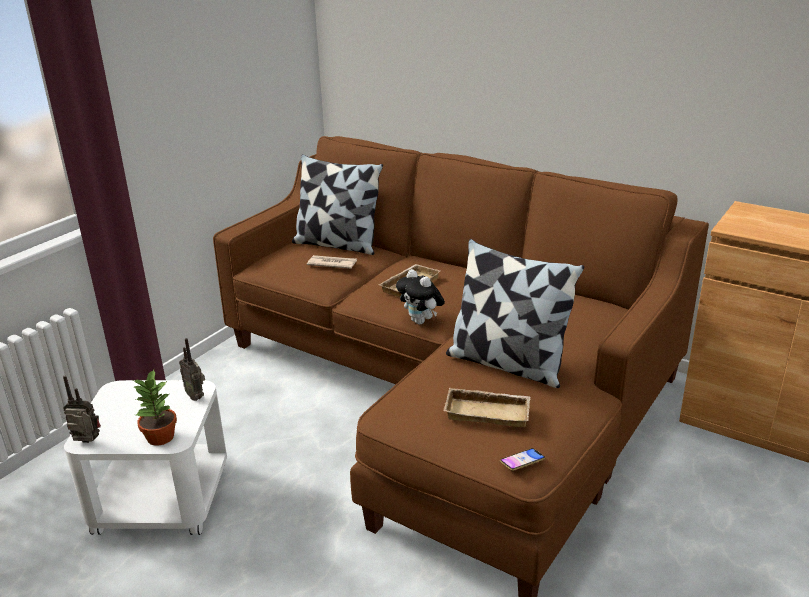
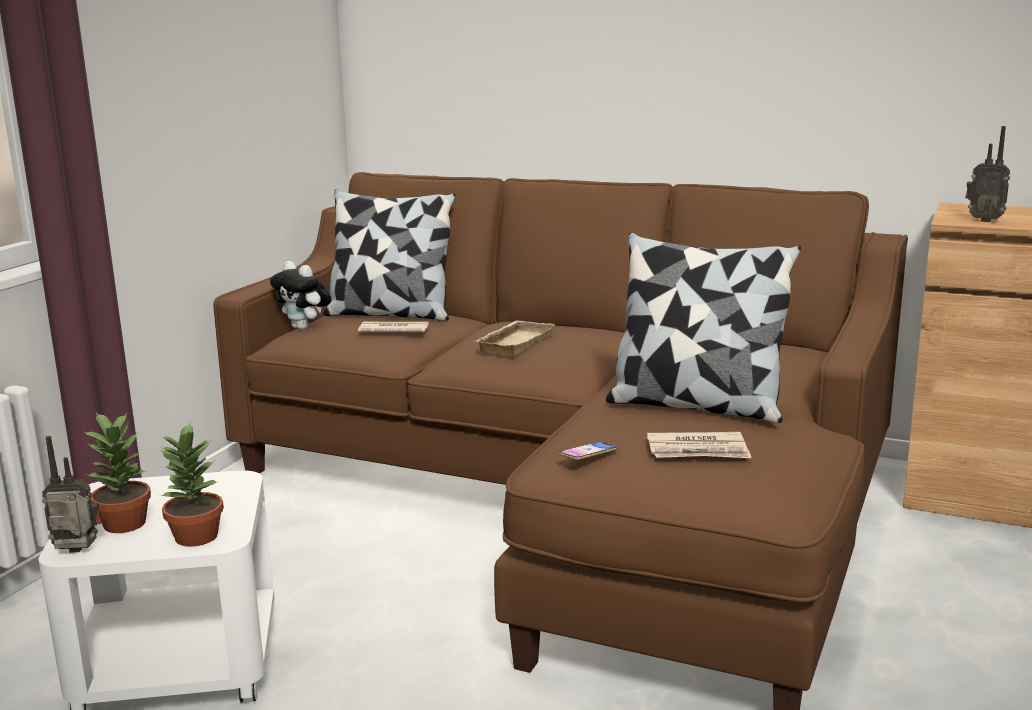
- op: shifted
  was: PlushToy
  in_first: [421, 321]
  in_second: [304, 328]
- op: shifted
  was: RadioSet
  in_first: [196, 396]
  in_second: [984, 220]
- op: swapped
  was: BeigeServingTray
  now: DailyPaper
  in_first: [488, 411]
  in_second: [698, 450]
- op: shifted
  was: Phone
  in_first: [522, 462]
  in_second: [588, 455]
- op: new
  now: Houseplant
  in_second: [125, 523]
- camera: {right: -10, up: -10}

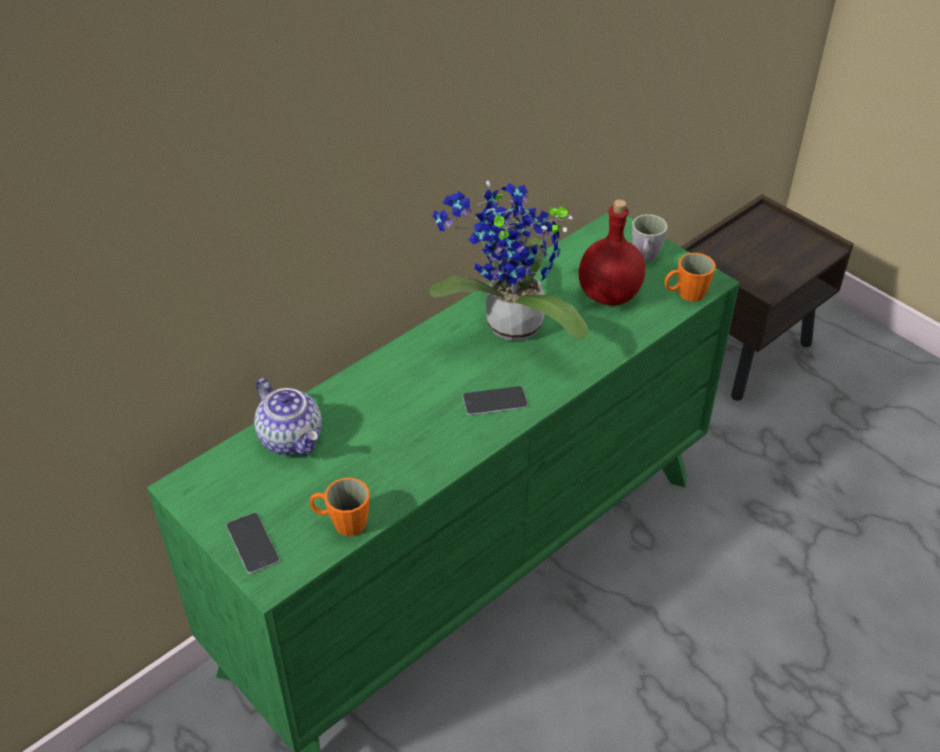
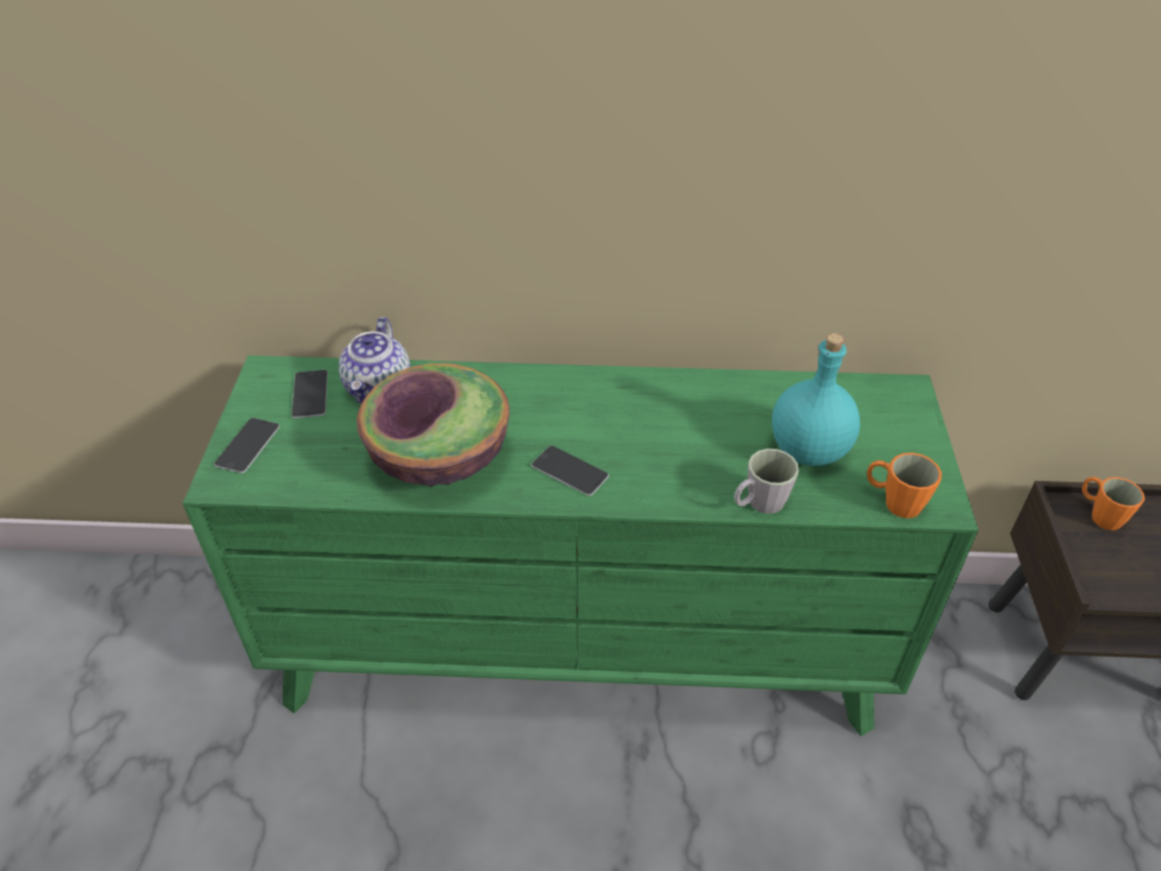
- op: gone
  was: Houseplant
  in_first: [509, 329]
- op: repainted
  was: RedColouredBottle
  now: BlueGreenBottle
  in_first: [610, 295]
  in_second: [809, 451]
- op: shifted
  was: GrayCoffeeMug
  in_first: [644, 257]
  in_second: [759, 504]
- op: shifted
  was: OrangeyCoffeeMug
  in_first: [342, 522]
  in_second: [1099, 514]
- op: new
  now: Bowl
  in_second: [440, 457]
- op: new
  now: Phone
  in_second: [310, 394]
- camera: {right: 45, up: 0}

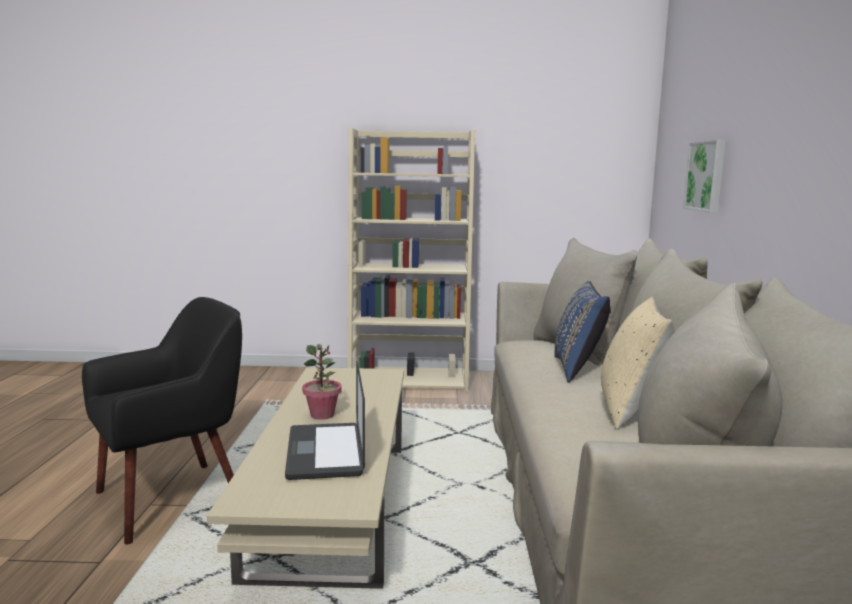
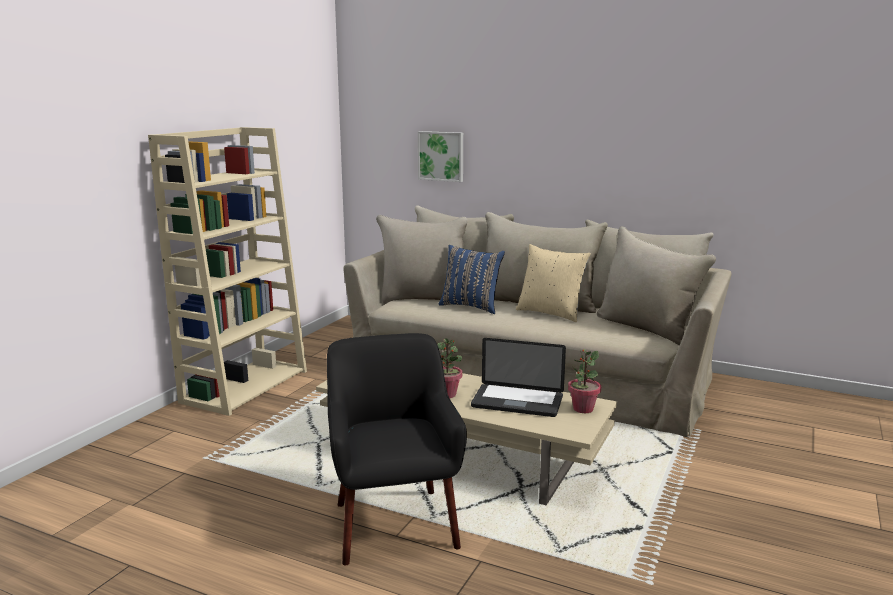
- op: new
  now: Houseplant
  in_second: [583, 409]
- camera: {right: -65, up: 5}

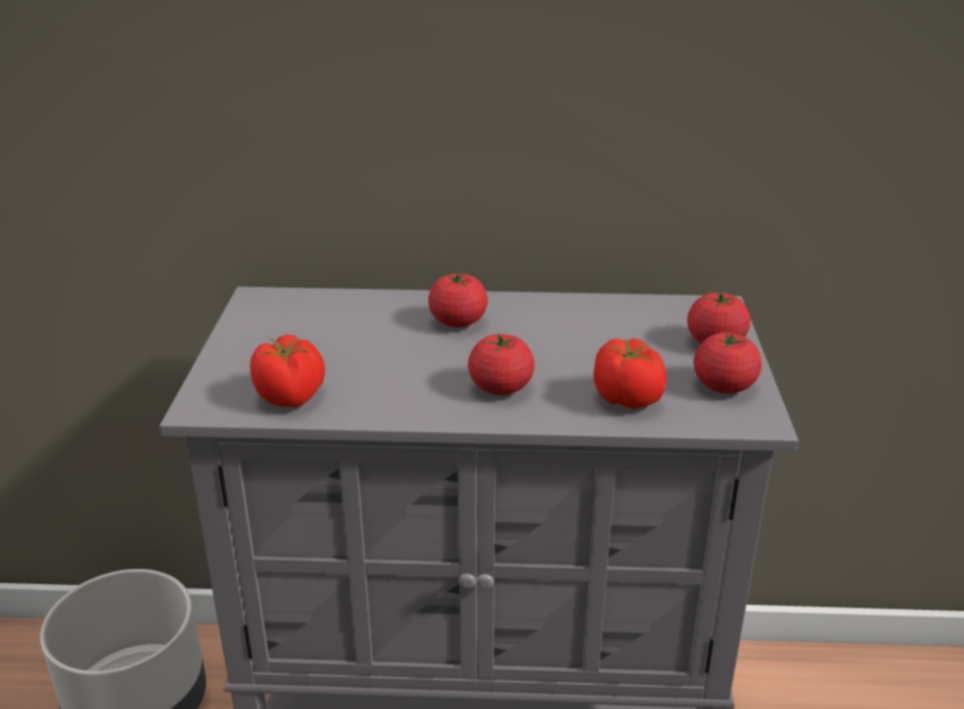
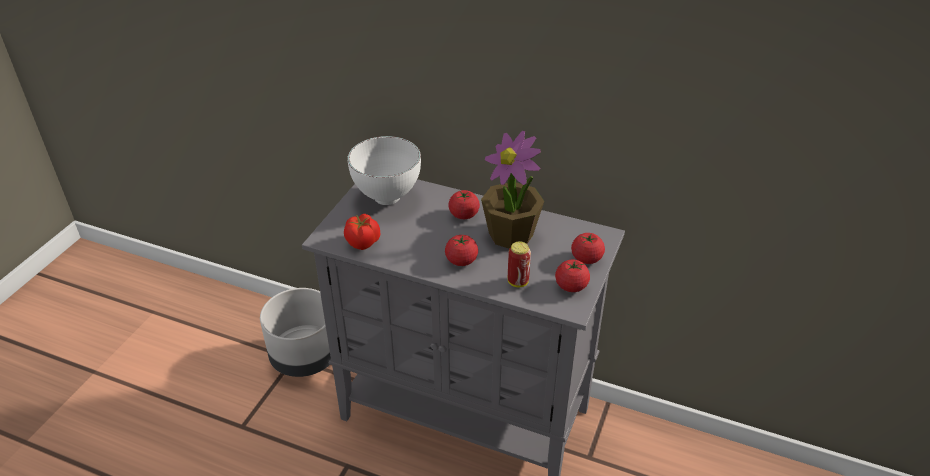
- op: swapped
  was: WholeTomato
  now: MetalCan
  in_first: [627, 399]
  in_second: [518, 282]
- op: new
  now: Houseplant
  in_second: [511, 235]
- op: new
  now: WhiteColouredBowl
  in_second: [389, 198]
- camera: {right: 20, up: 10}

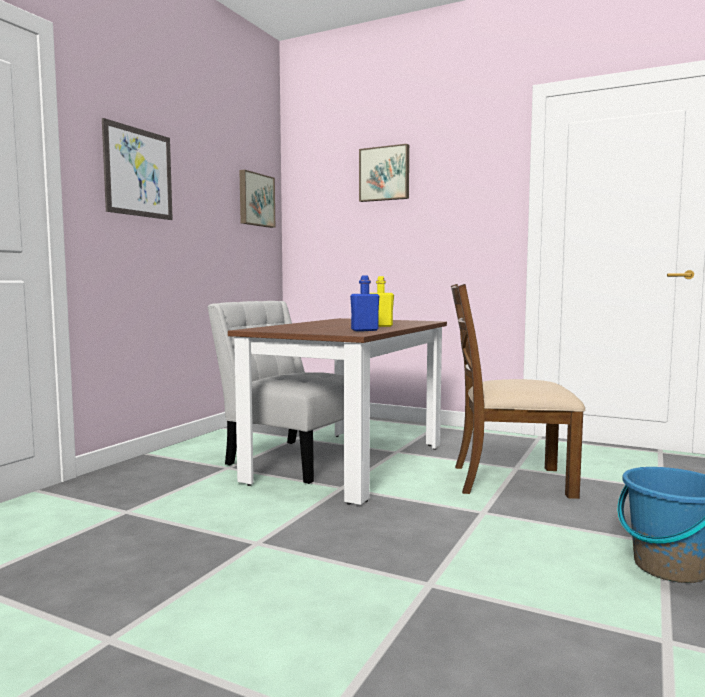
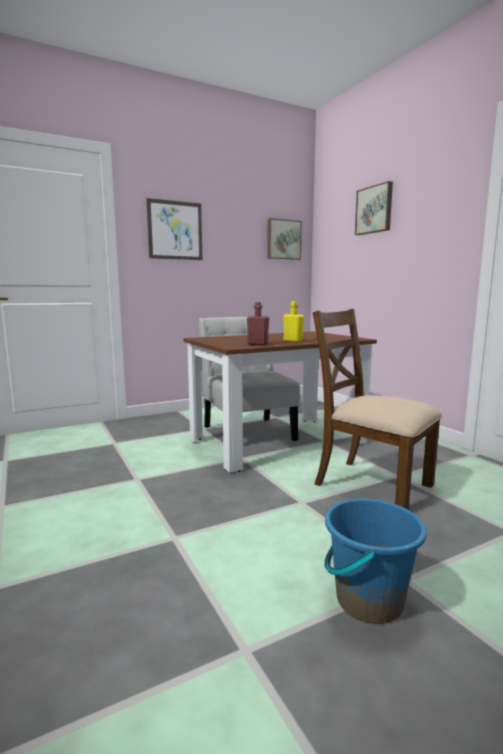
- op: repainted
  was: BlueBottle
  now: RedColouredBottle
  in_first: [364, 330]
  in_second: [258, 344]
- camera: {right: 35, up: 5}

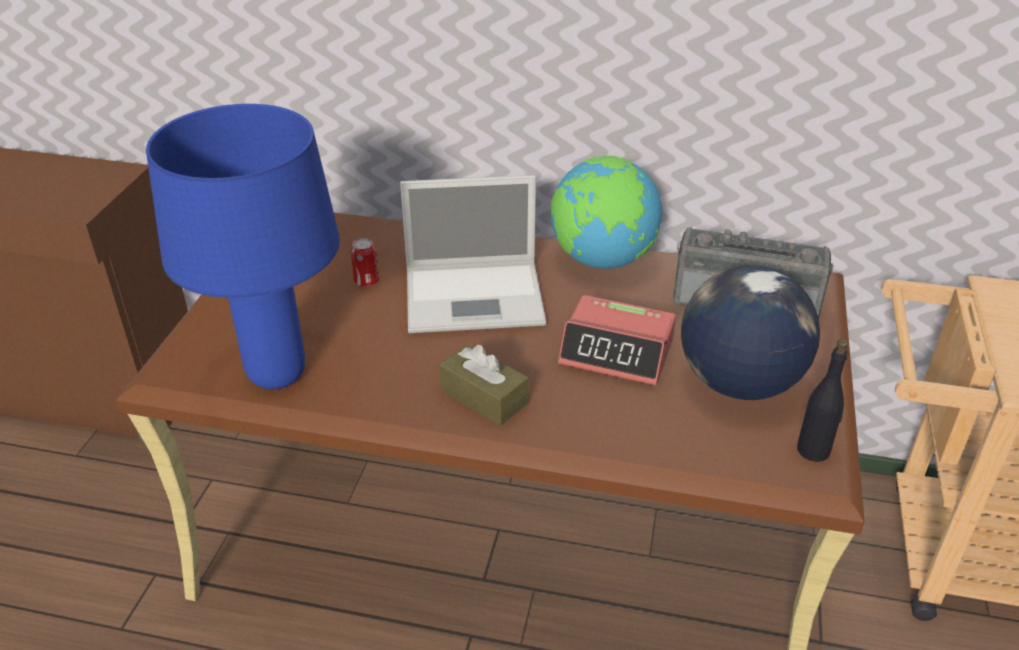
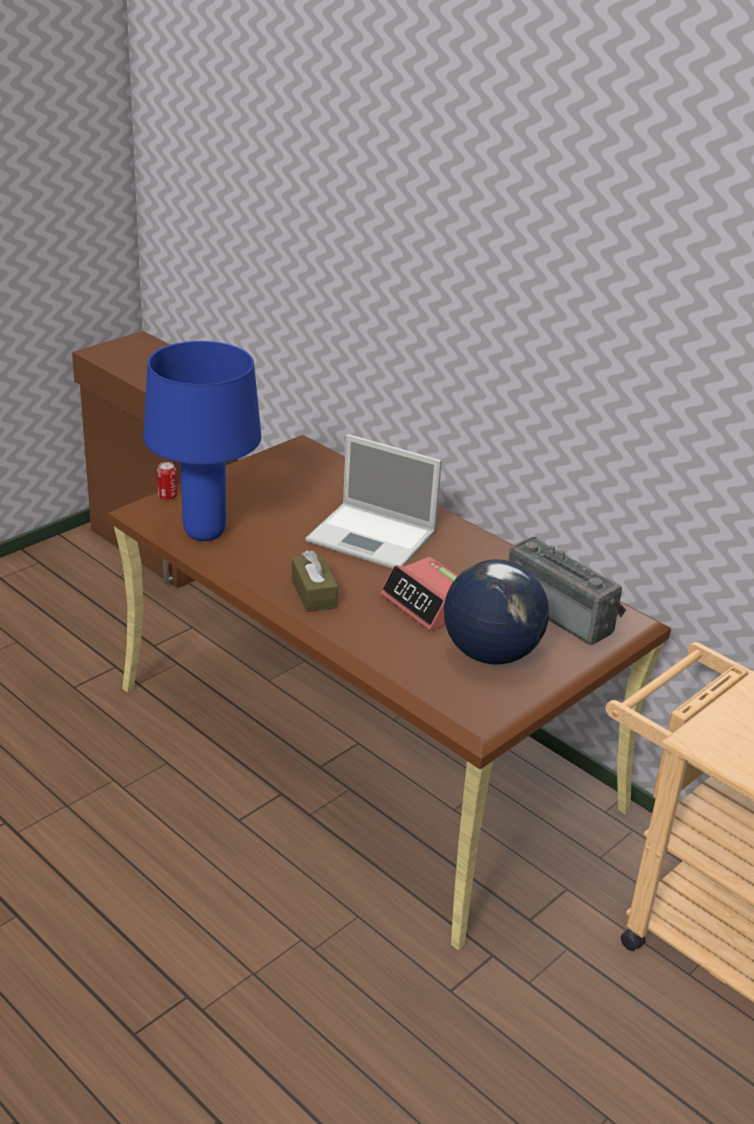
- op: gone
  was: WorldGlobe
  in_first: [602, 260]
- op: shifted
  was: MetalCan
  in_first: [366, 281]
  in_second: [167, 496]
- op: gone
  was: BlackColouredBottle
  in_first: [814, 450]
- camera: {right: 30, up: -5}

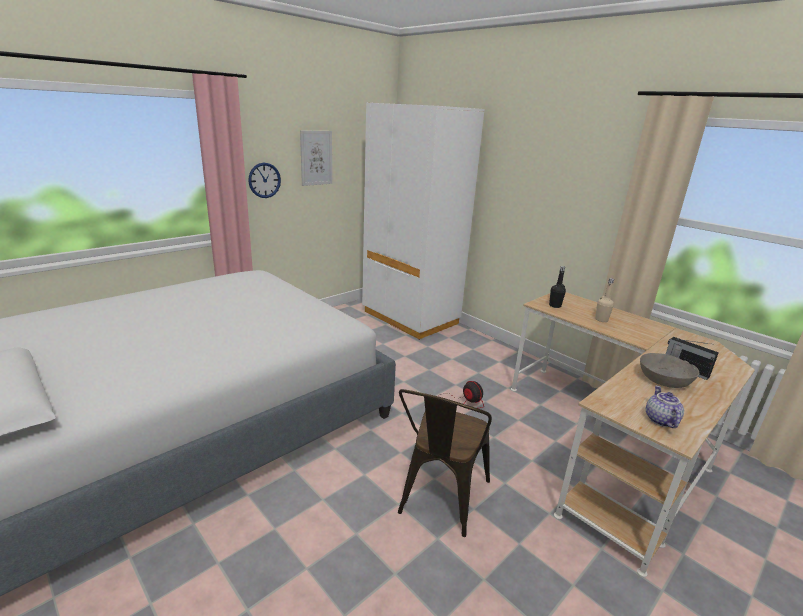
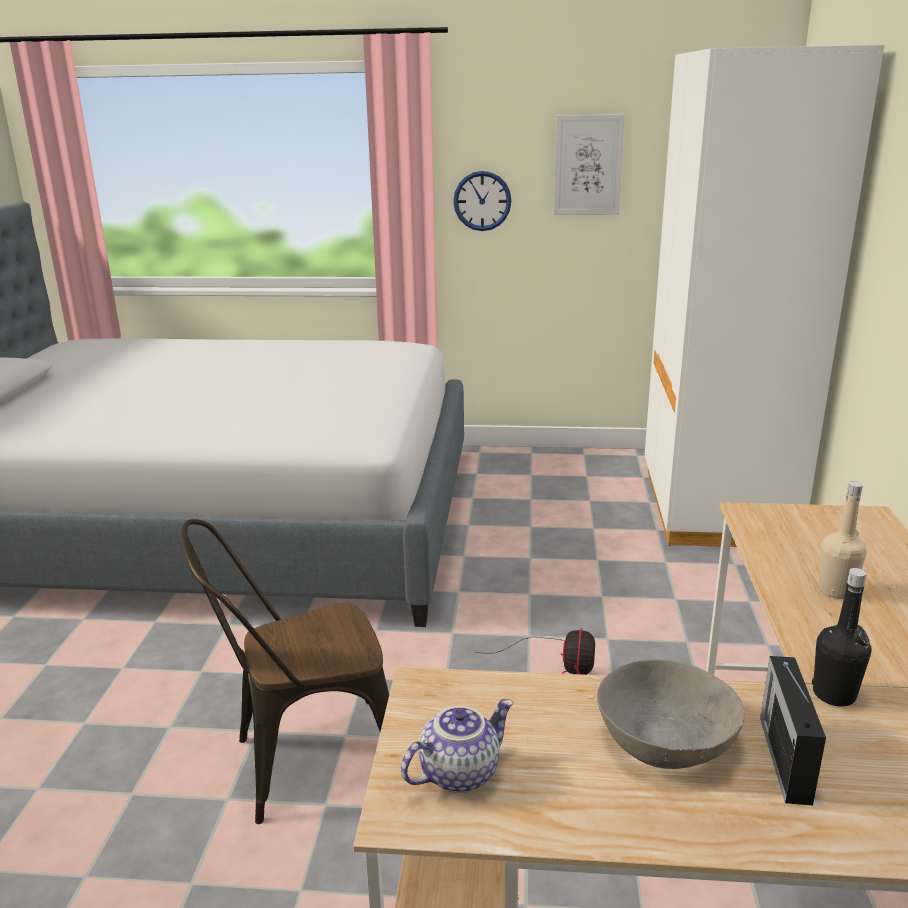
- op: shifted
  was: BlackColouredBottle
  in_first: [555, 306]
  in_second: [834, 694]
- camera: {right: 50, up: 0}

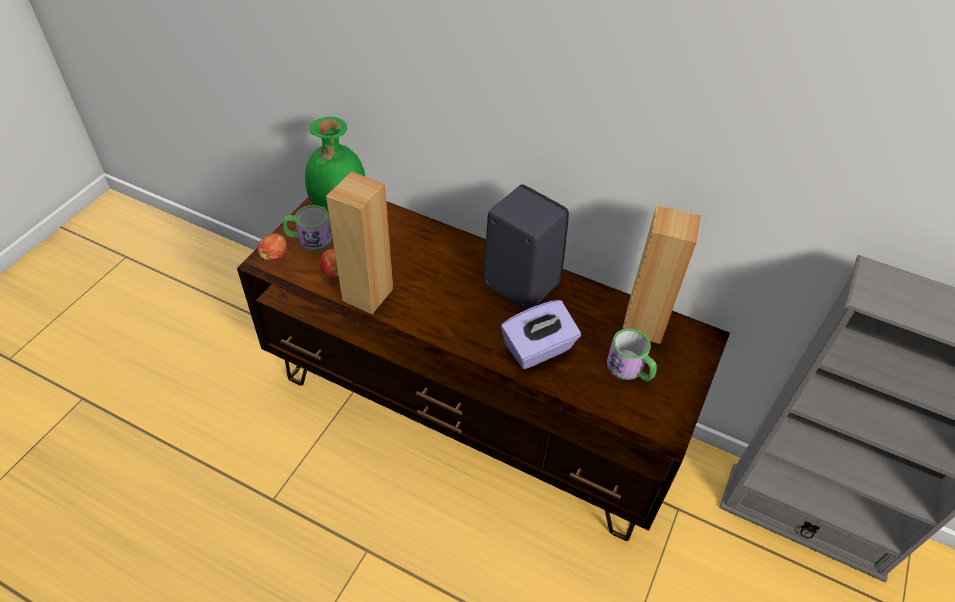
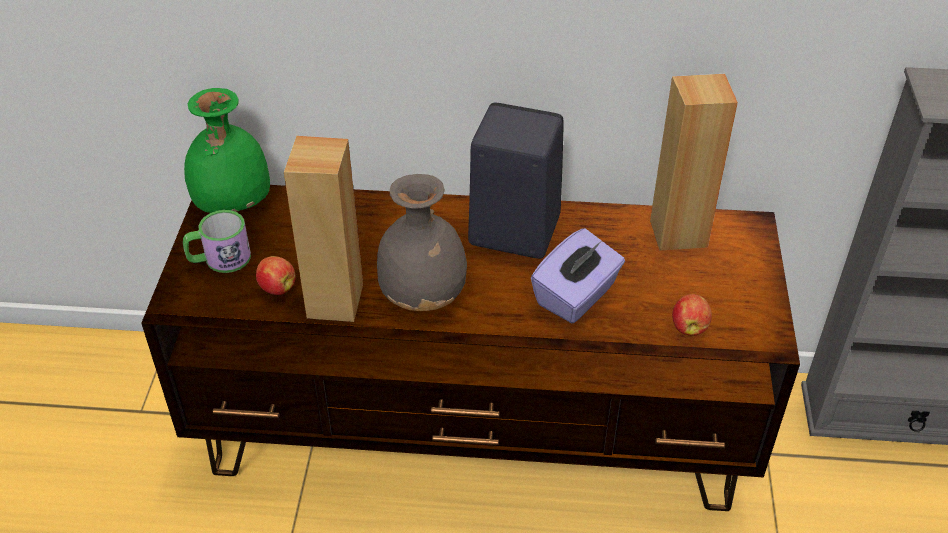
- op: shifted
  was: AppleFruit
  in_first: [275, 256]
  in_second: [689, 327]
- op: gone
  was: CoffeeMug
  in_first: [630, 369]
- op: new
  now: GrayDecorativeVase
  in_second: [425, 296]
- camera: {right: -20, up: -5}

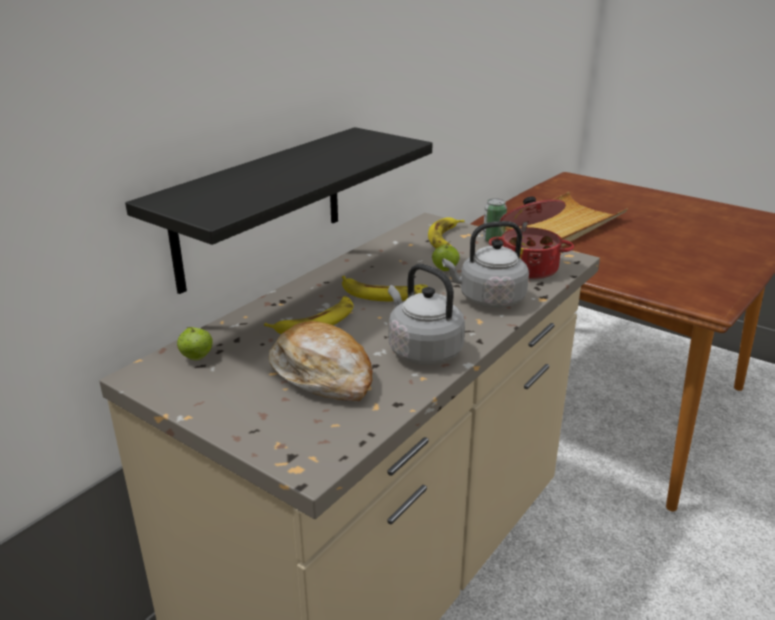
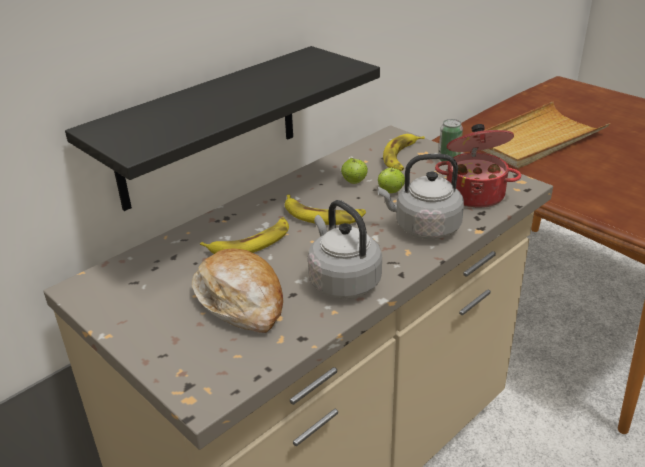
- op: shifted
  was: AppleFruit
  in_first: [197, 357]
  in_second: [354, 182]
- camera: {right: 10, up: 5}

